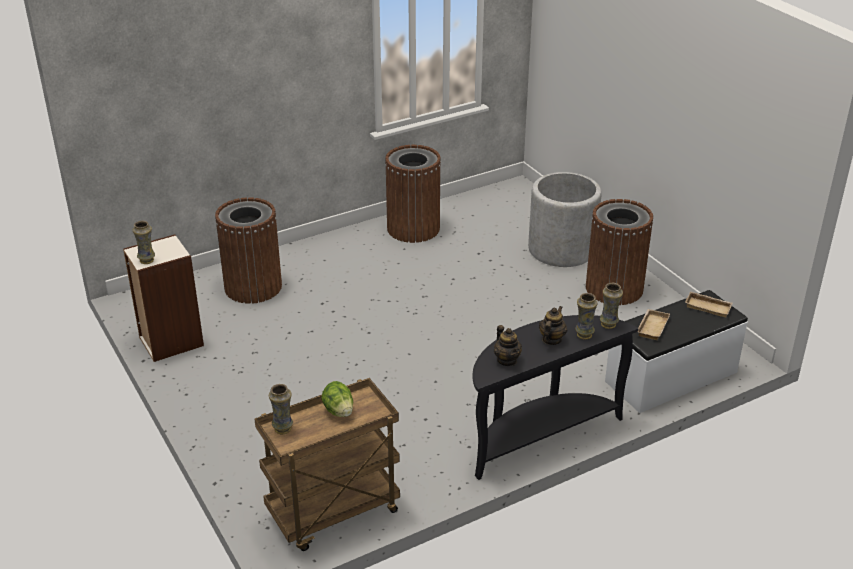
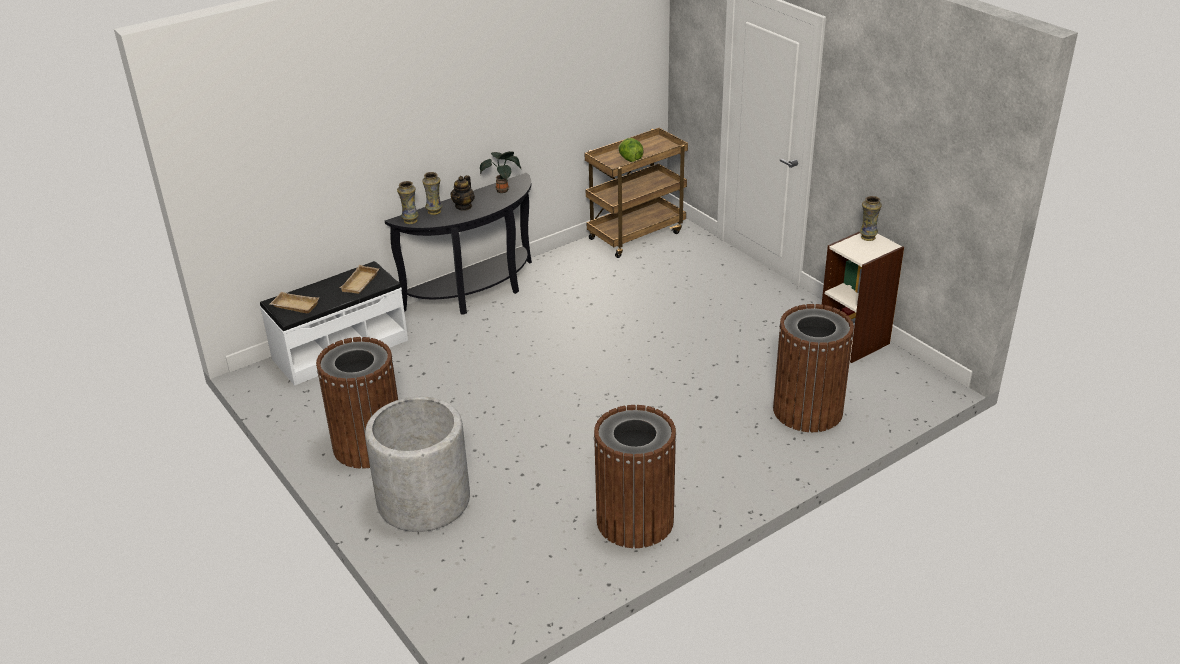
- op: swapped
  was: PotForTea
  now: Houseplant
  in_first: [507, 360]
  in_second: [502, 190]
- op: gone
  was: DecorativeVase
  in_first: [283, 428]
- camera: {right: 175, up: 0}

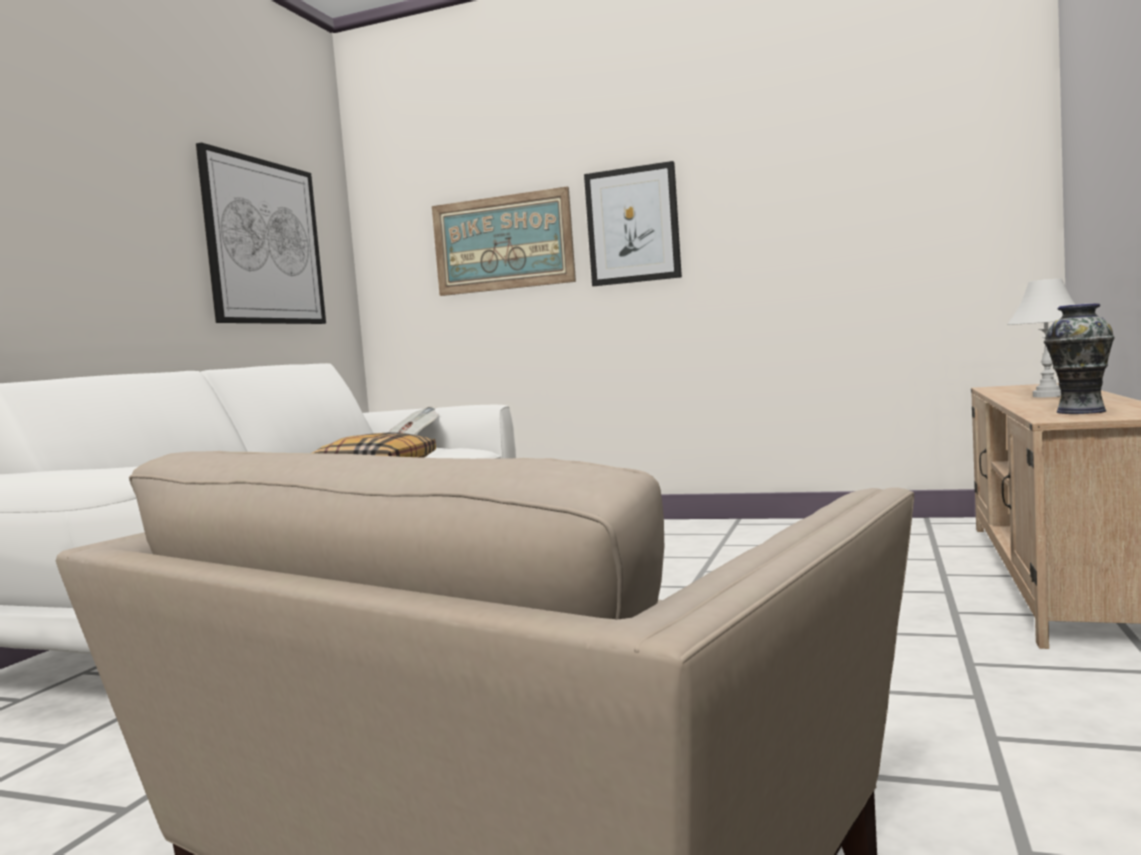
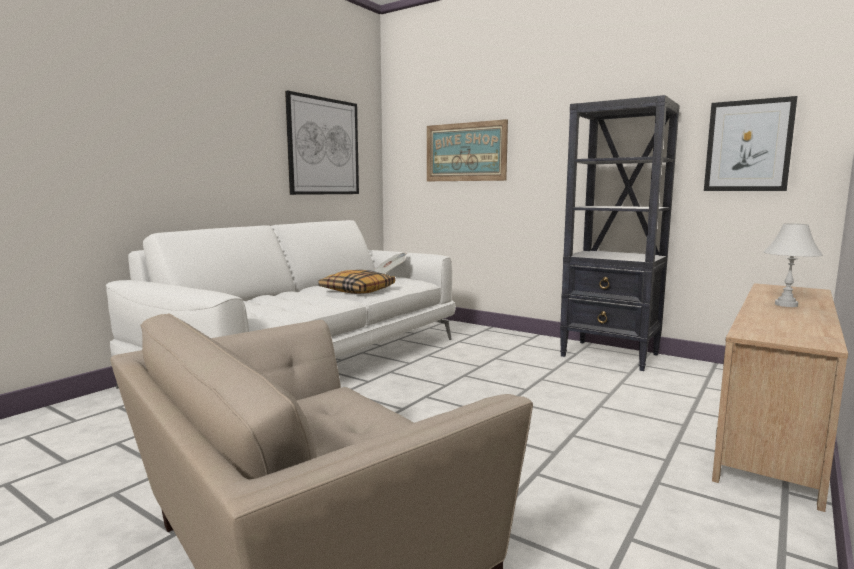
- op: shifted
  was: WallPicture
  in_first: [633, 225]
  in_second: [748, 146]
- op: gone
  was: DecorativeVase
  in_first: [1081, 411]
- op: new
  now: BlackColouredBookcase
  in_second: [610, 355]
- camera: {right: 15, up: 5}

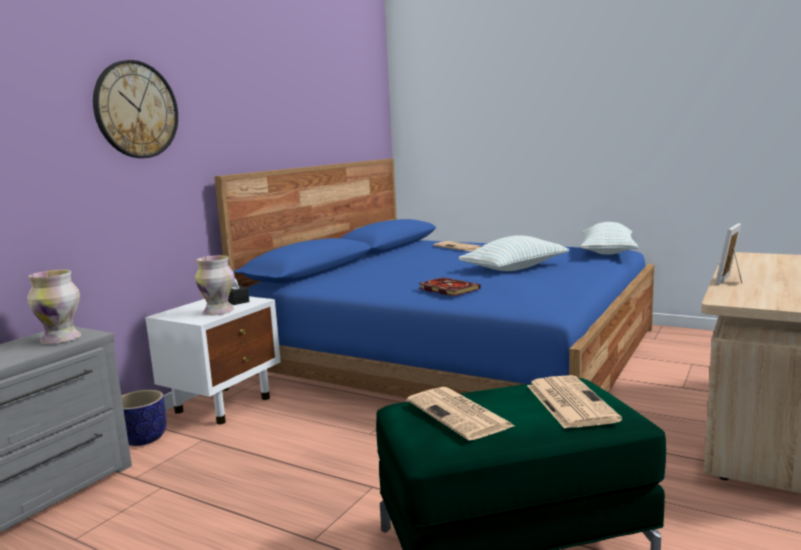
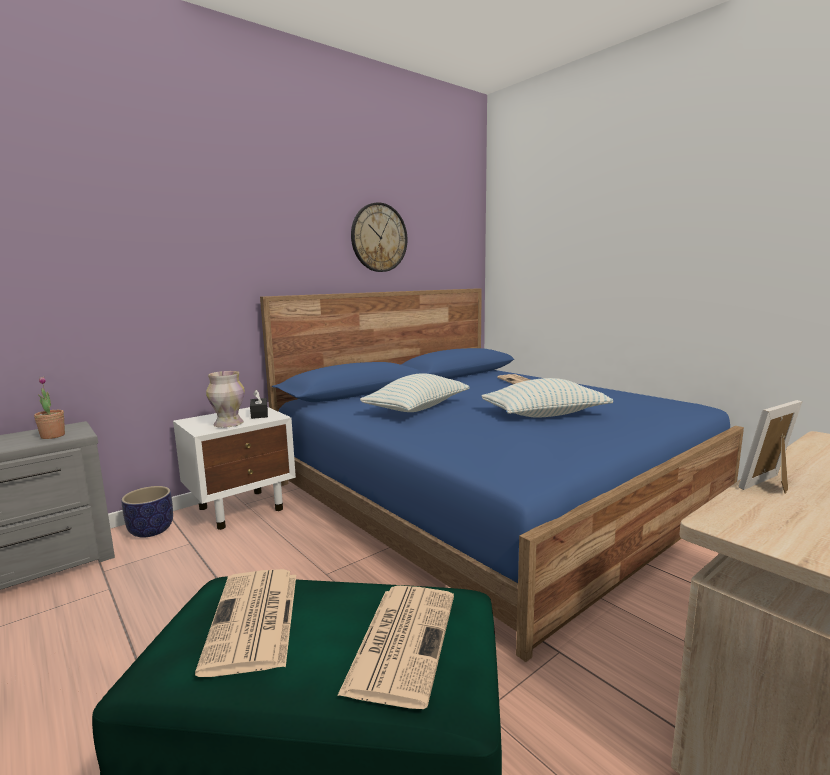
- op: shifted
  was: HangingClock
  in_first: [136, 110]
  in_second: [379, 238]
- op: shifted
  was: Pillow
  in_first: [607, 252]
  in_second: [417, 409]
- op: swapped
  was: DecorativeVase
  now: Houseplant
  in_first: [61, 339]
  in_second: [53, 436]
- op: gone
  was: BoundBook
  in_first: [447, 289]
- camera: {right: 20, up: 0}

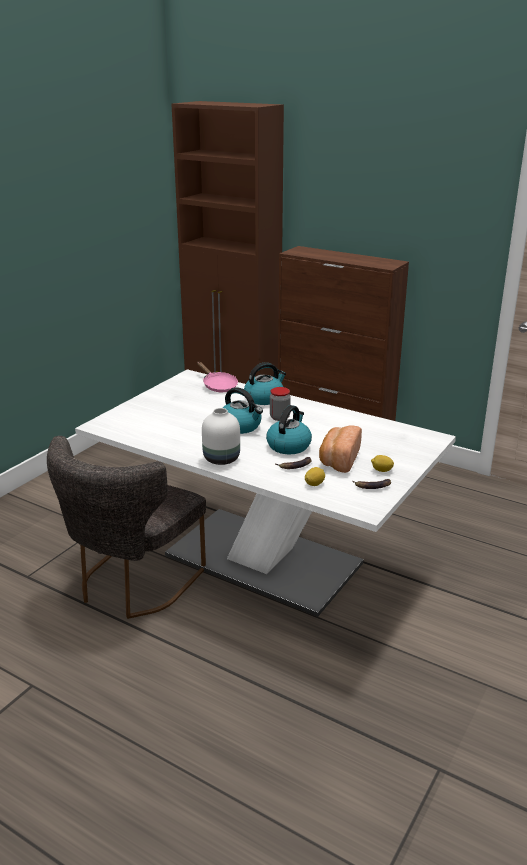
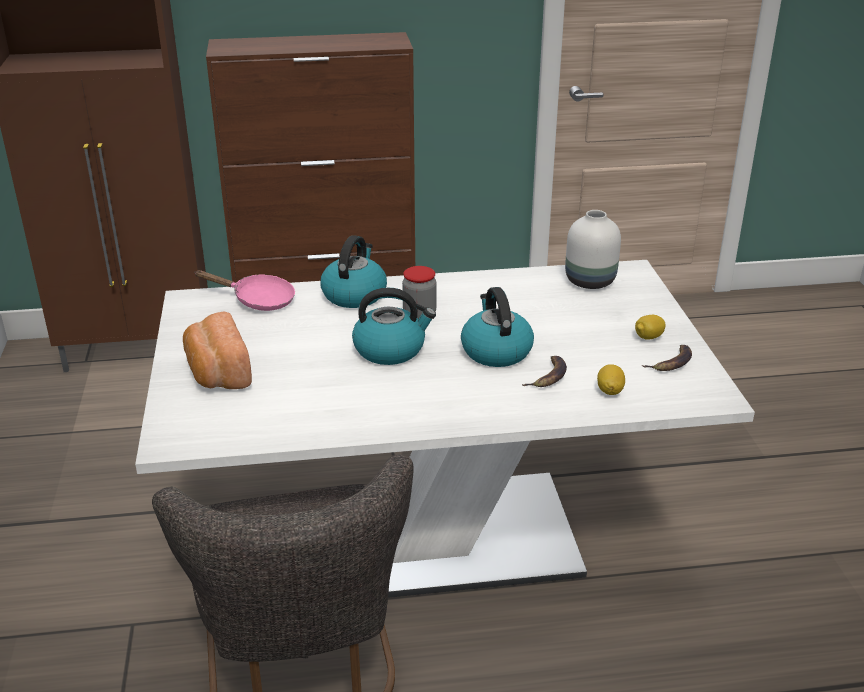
- op: shifted
  was: WhiteColouredDecorativeVase
  in_first: [221, 459]
  in_second: [590, 282]
- op: shifted
  was: BakedBread
  in_first: [338, 460]
  in_second: [217, 372]
- camera: {right: -40, up: 5}

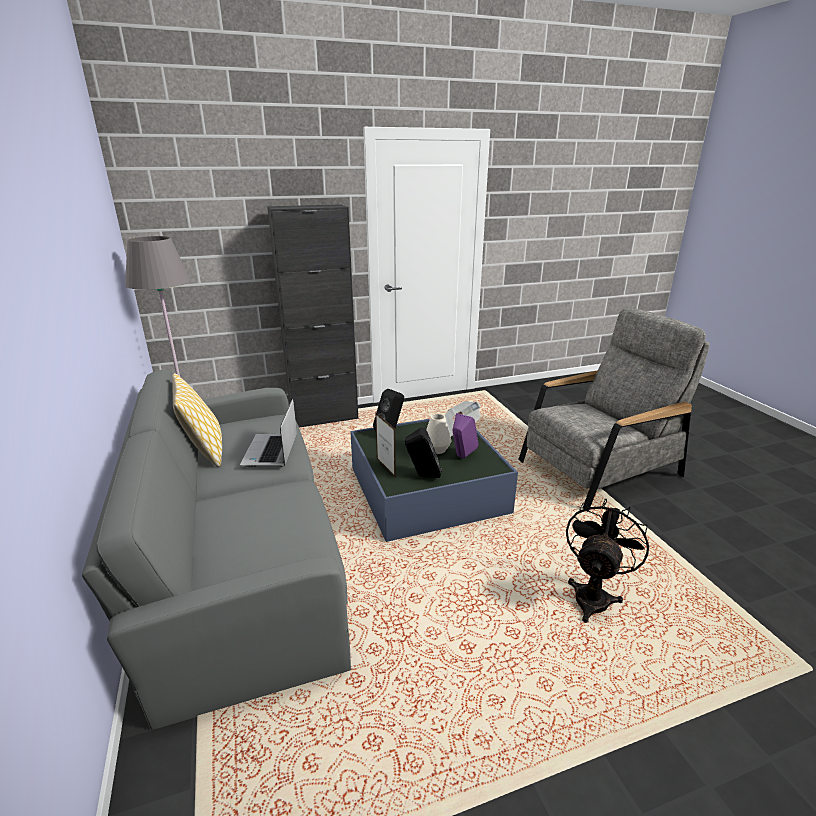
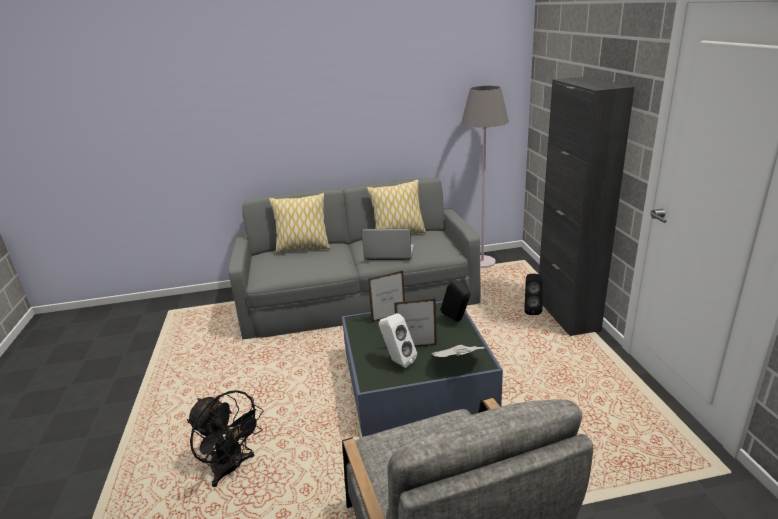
- op: repainted
  was: PurpleColouredLoudspeaker
  now: WhiteColouredLoudspeaker
  in_first: [462, 457]
  in_second: [397, 361]
- op: swapped
  was: WhiteColouredDecorativeVase
  now: PhotoFrame
  in_first: [436, 449]
  in_second: [417, 347]
- op: shifted
  was: BlackColouredLoudspeaker
  in_first: [423, 476]
  in_second: [531, 310]
- op: new
  now: Pillow
  in_second: [303, 248]
- camera: {right: 100, up: 0}

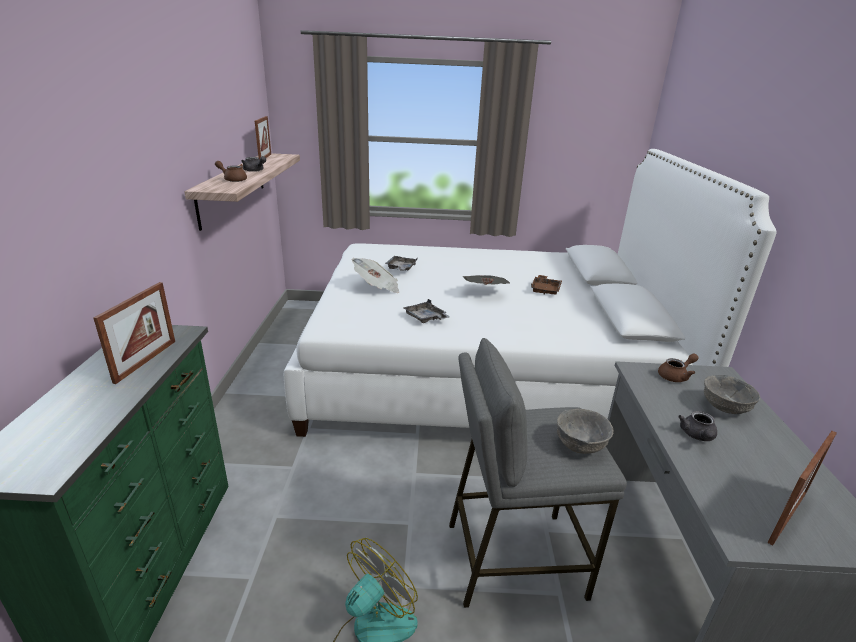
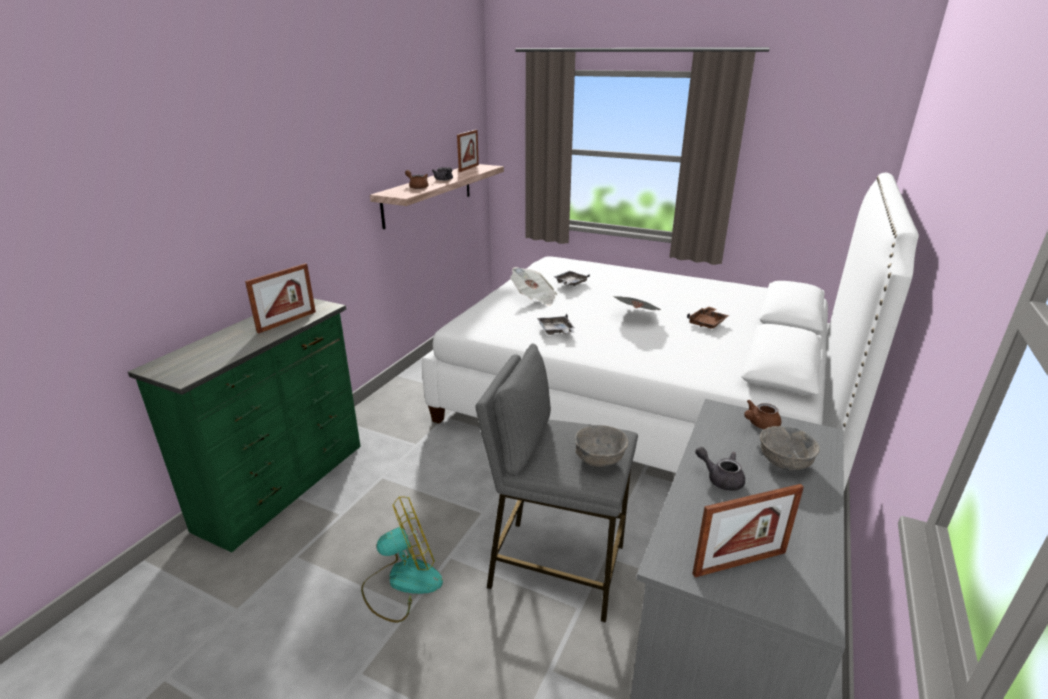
- op: rotated
  was: BrownishPotForTea
  in_first: [676, 376]
  in_second: [759, 424]
  clockwise: 150
- op: rotated
  was: GrayPotForTea
  in_first: [697, 436]
  in_second: [720, 478]
  clockwise: 90
- camera: {right: 25, up: 0}

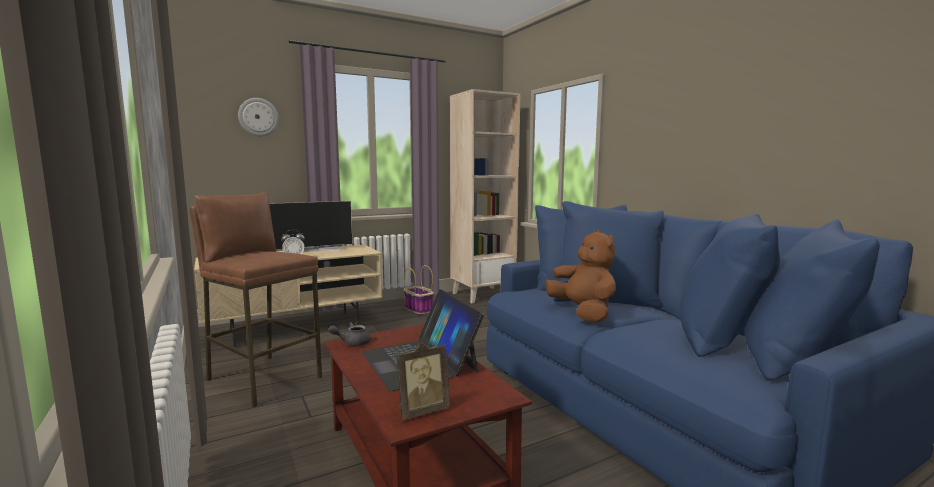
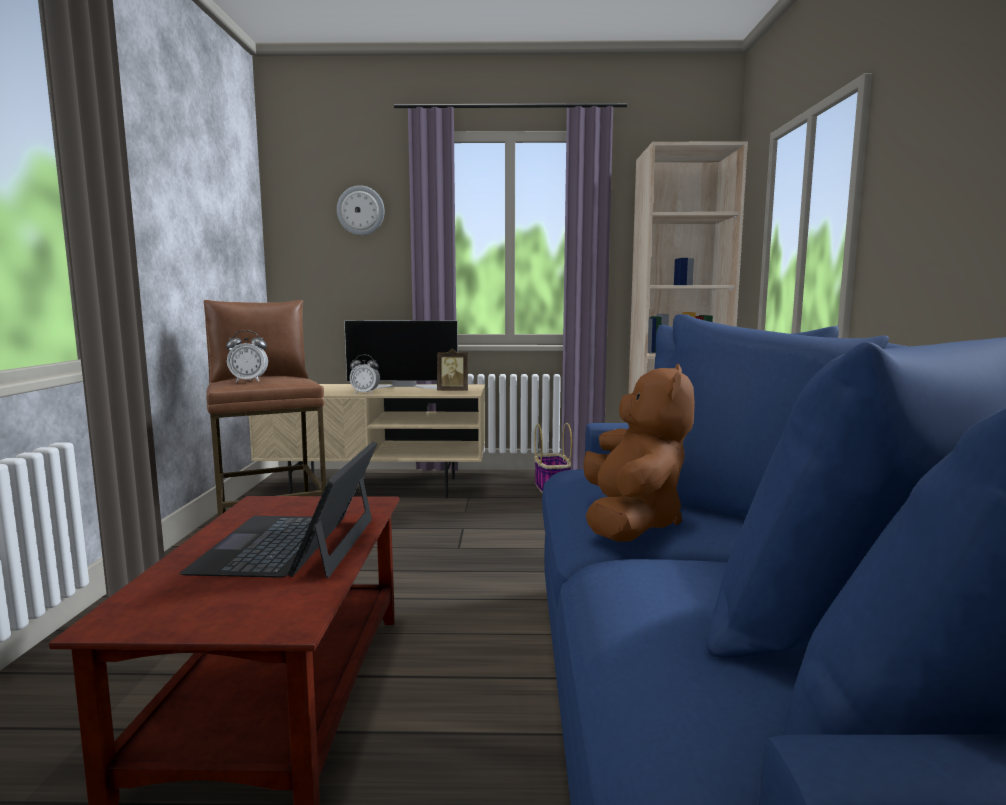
- op: gone
  was: GrayPotForTea
  in_first: [352, 343]
- op: shifted
  was: PhotoFrame
  in_first: [422, 411]
  in_second: [453, 391]
- op: new
  now: TableClock
  in_second: [249, 381]
- camera: {right: 30, up: 0}

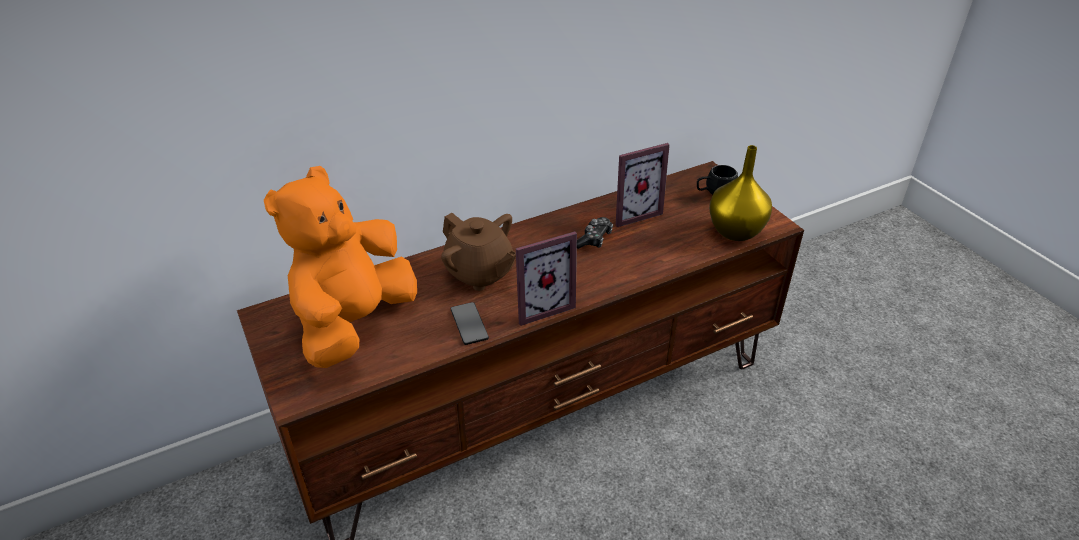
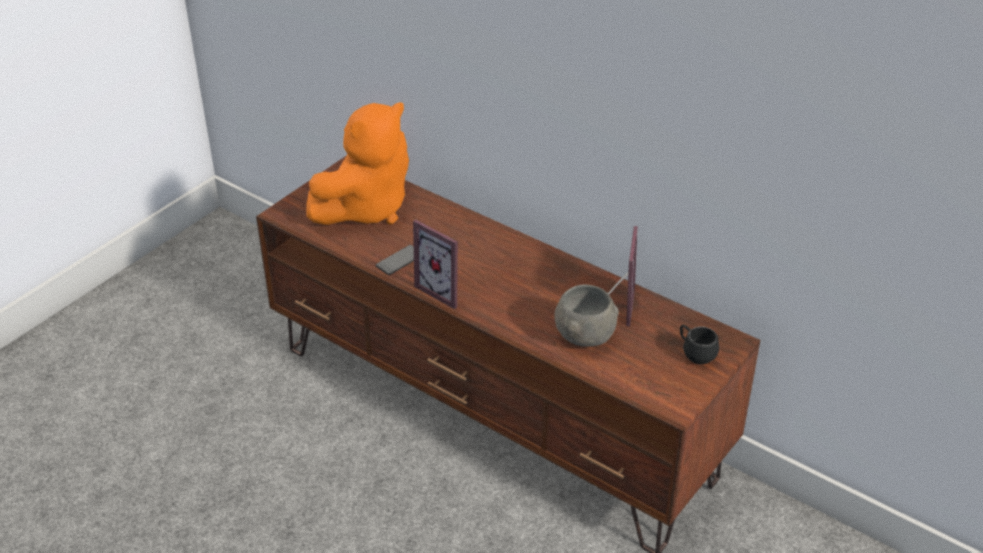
- op: rotated
  was: PhotoFrame
  in_first: [632, 212]
  in_second: [616, 306]
  clockwise: -120
- op: gone
  was: YellowishDecorativeVase
  in_first: [736, 232]
- op: rotated
  was: OrangeyPlushToy
  in_first: [354, 323]
  in_second: [366, 208]
  clockwise: 135
- op: gone
  was: BrownishPotForTea
  in_first: [480, 273]
- op: gone
  was: Gamepad
  in_first: [594, 239]
- op: new
  now: GrayBowl
  in_second: [583, 338]
- camera: {right: 65, up: 0}

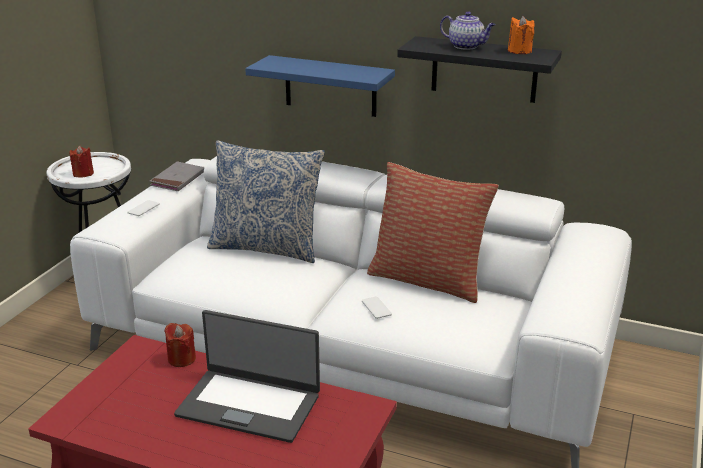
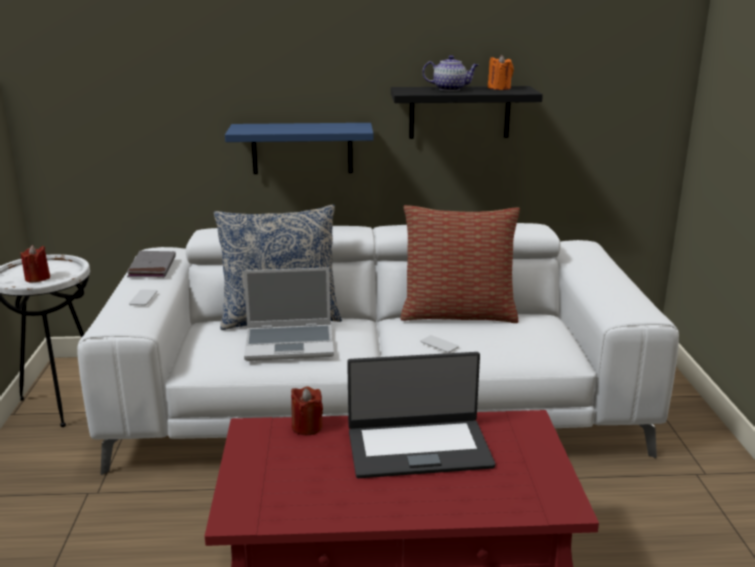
- op: new
  now: NotebookComputer
  in_second: [290, 343]
- camera: {right: -25, up: -5}

